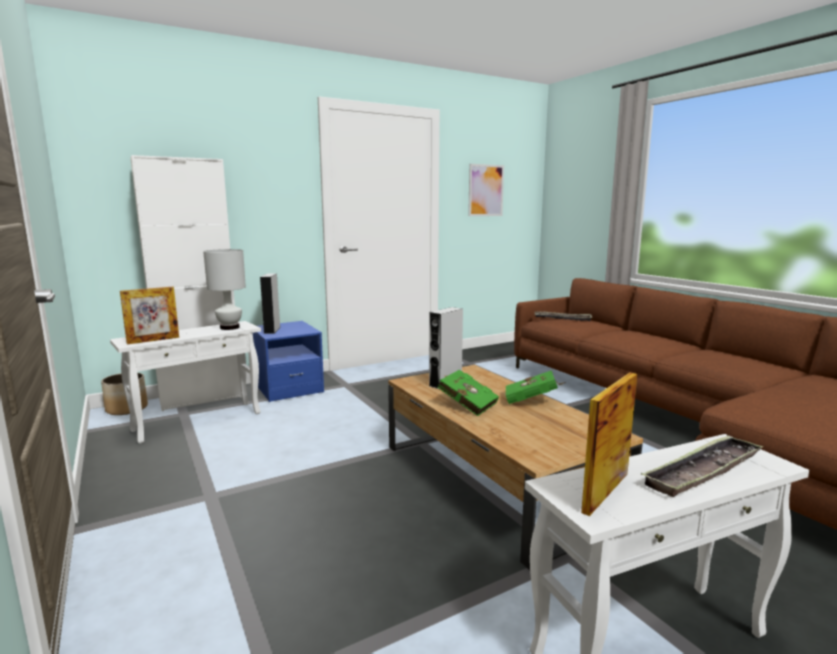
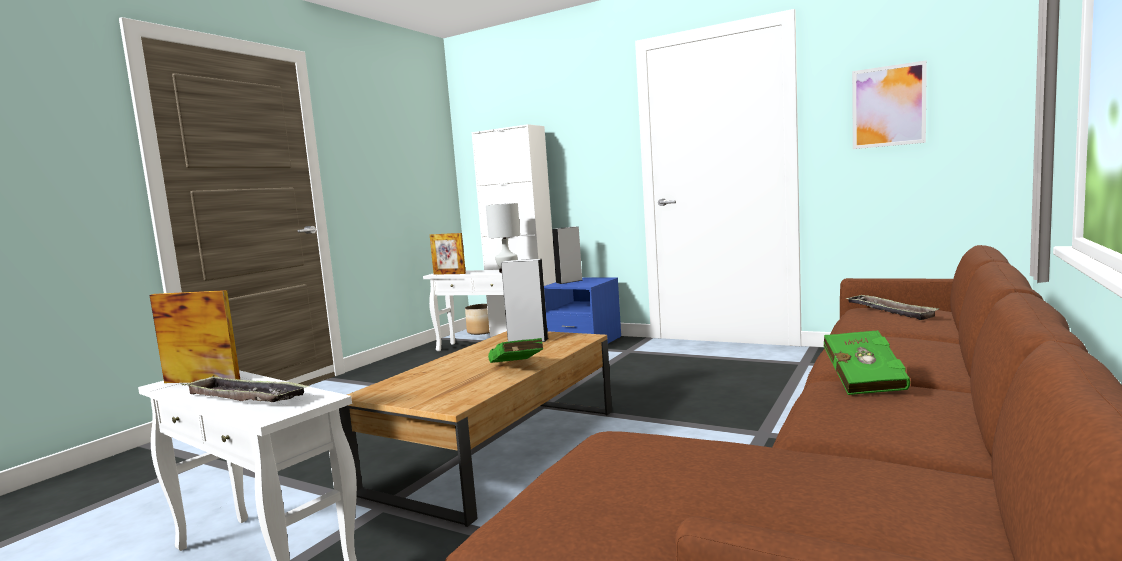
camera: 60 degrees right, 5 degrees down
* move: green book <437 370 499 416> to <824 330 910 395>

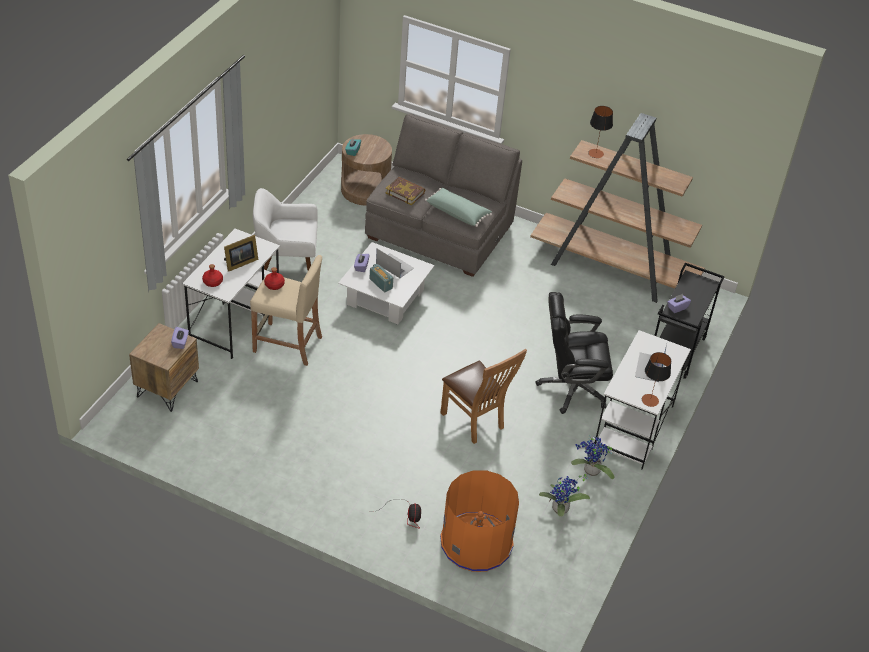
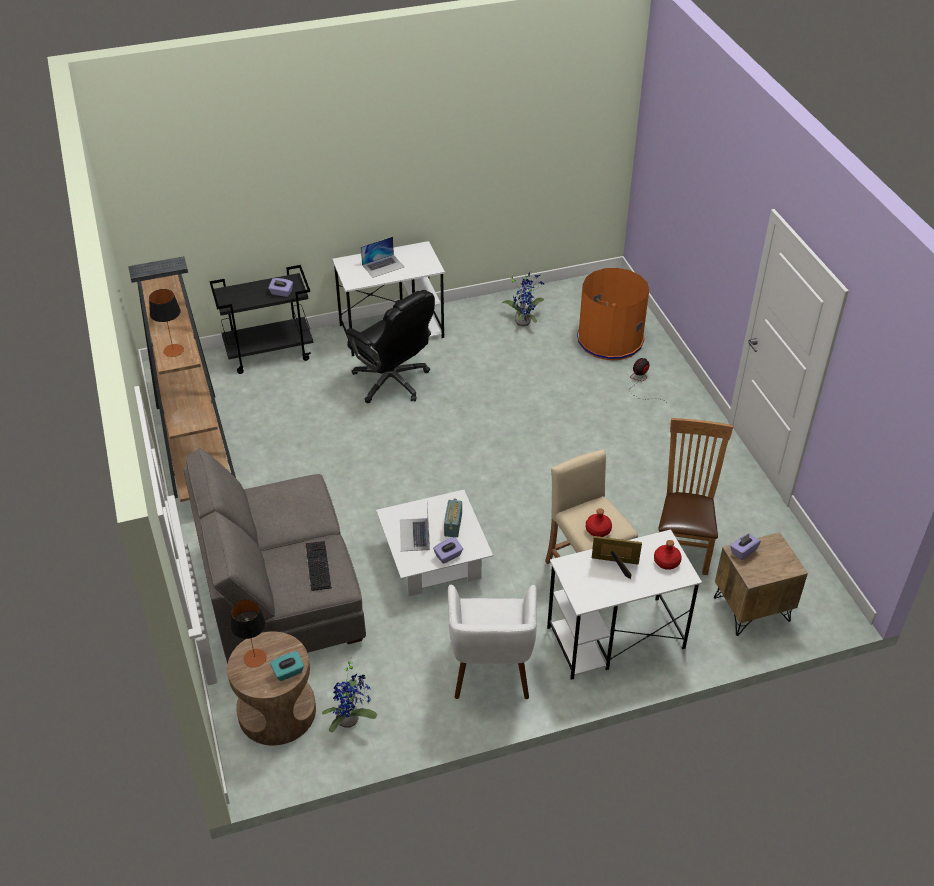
camera: 130 degrees left, 0 degrees up
* replace: book <386 177 425 205> to keyboard <305 541 332 591>
* rotate: white armchair <253 188 318 270> = <448 585 537 699> 45 degrees clockwise
* delete: green pillow <425 188 492 227>
* move: brown chair <441 349 527 444> to <658 418 733 575>
* move: table lamp <642 352 671 407> to <231 599 267 668>
* move: potted plant <571 436 615 479> to <322 661 377 732>

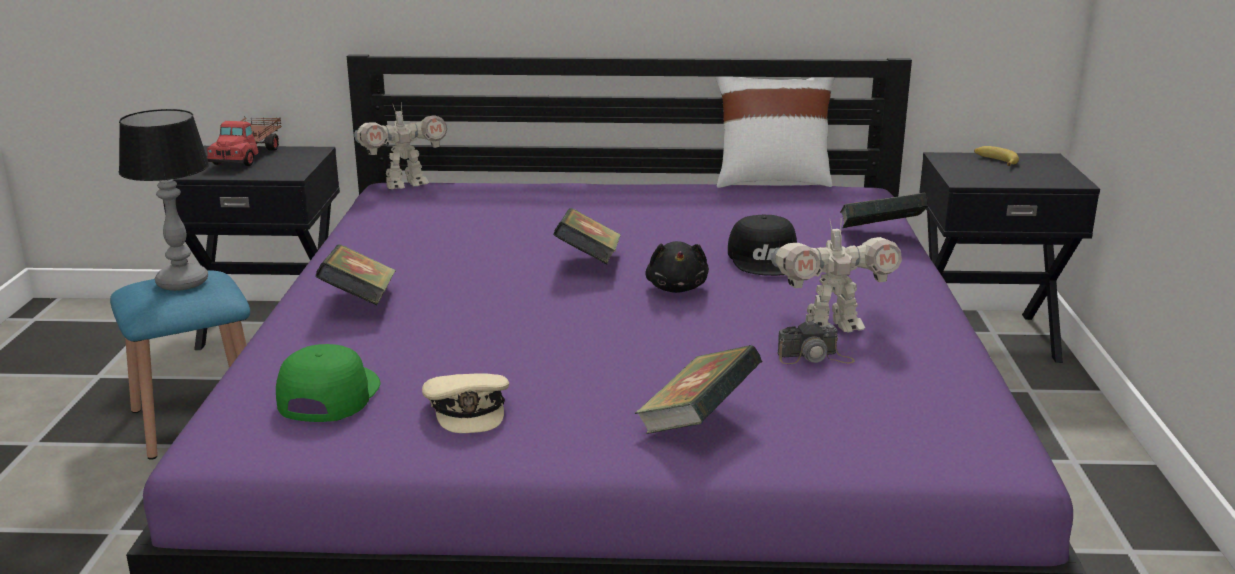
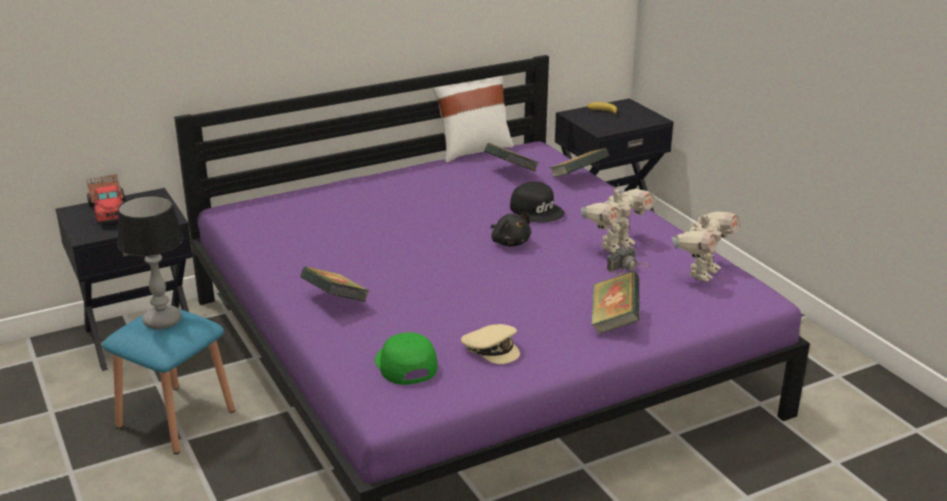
camera: 30 degrees left, 5 degrees up
* move: toy robot <354 102 447 189> to <671 208 739 282>
* move: book <553 208 621 264> to <484 143 539 171>

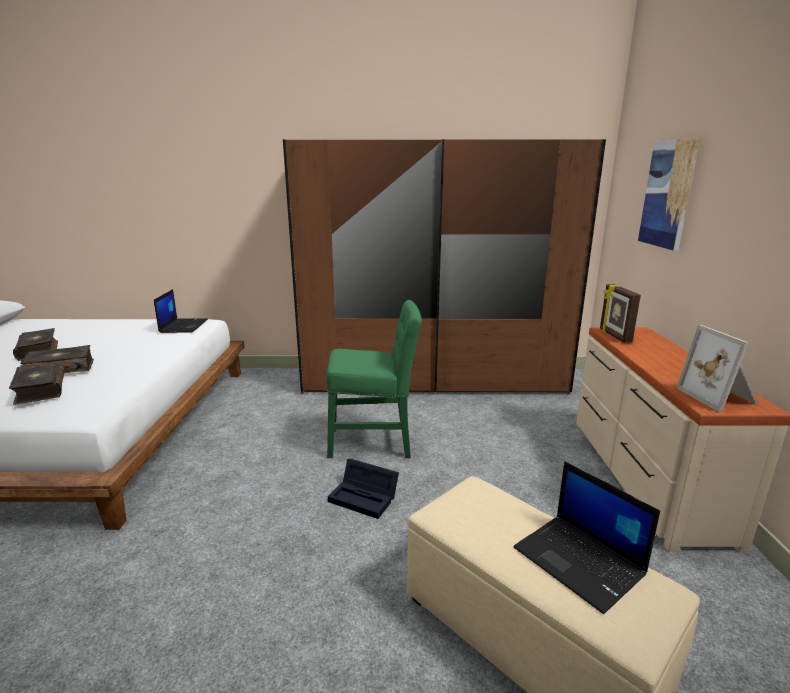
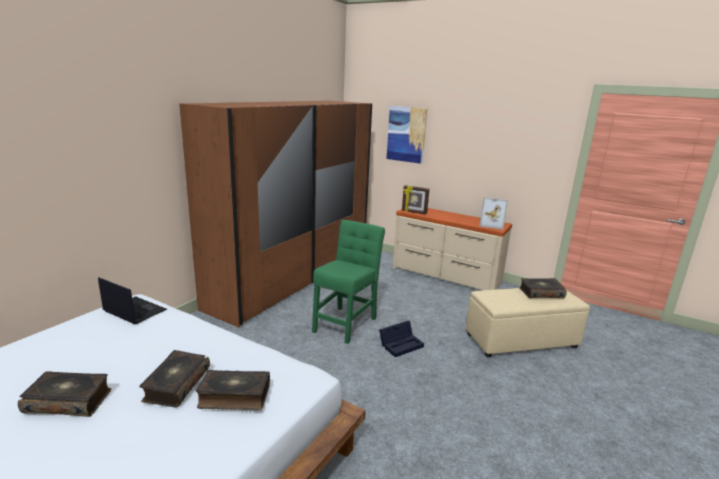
camera: 60 degrees left, 0 degrees up
* replace: laptop <513 461 660 614> to book <519 278 567 298>

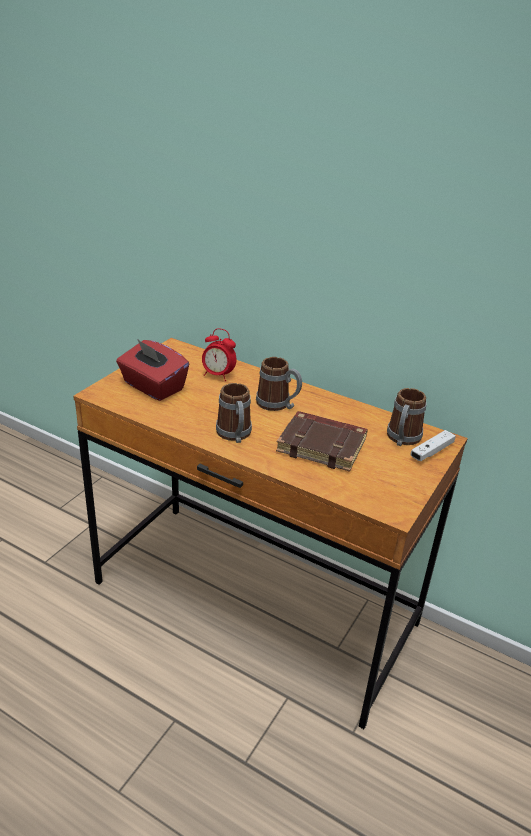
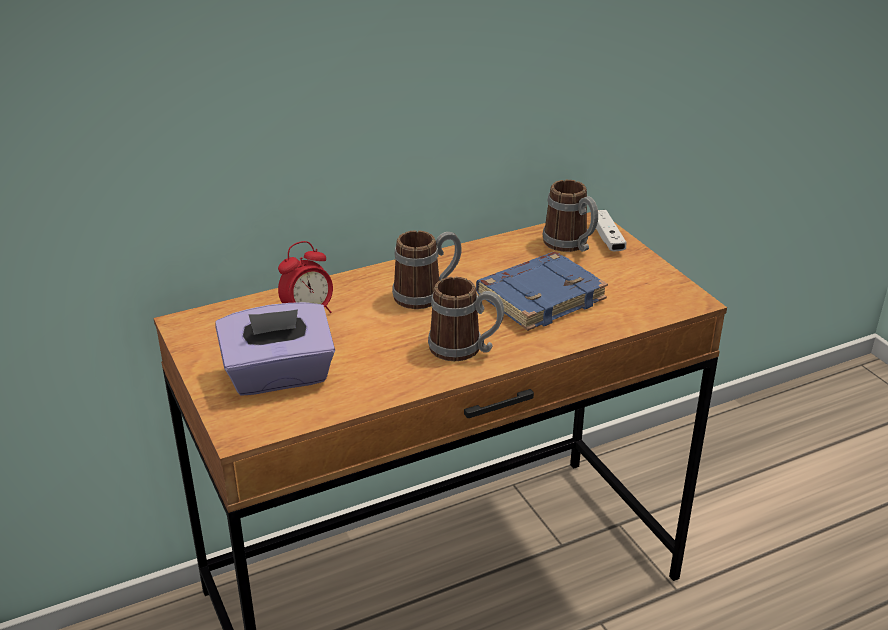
camera: 55 degrees left, 0 degrees up
* recolor: red tissue box <116 339 189 401> to purple tissue box <215 302 335 396>
* recolor: brown book <276 411 368 472> to blue book <476 252 608 331>

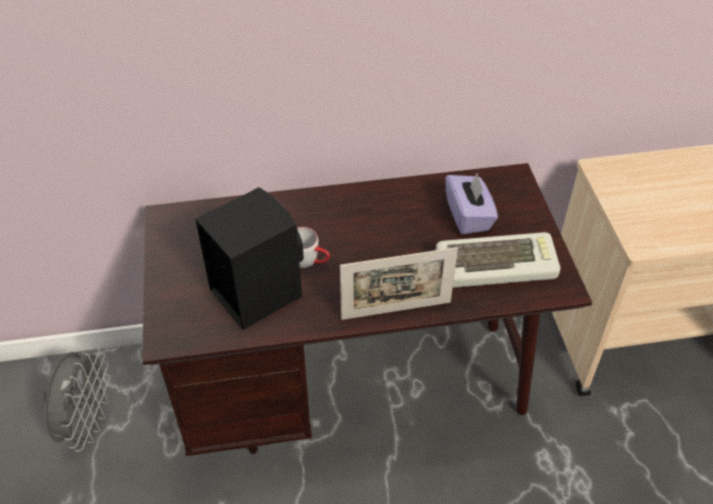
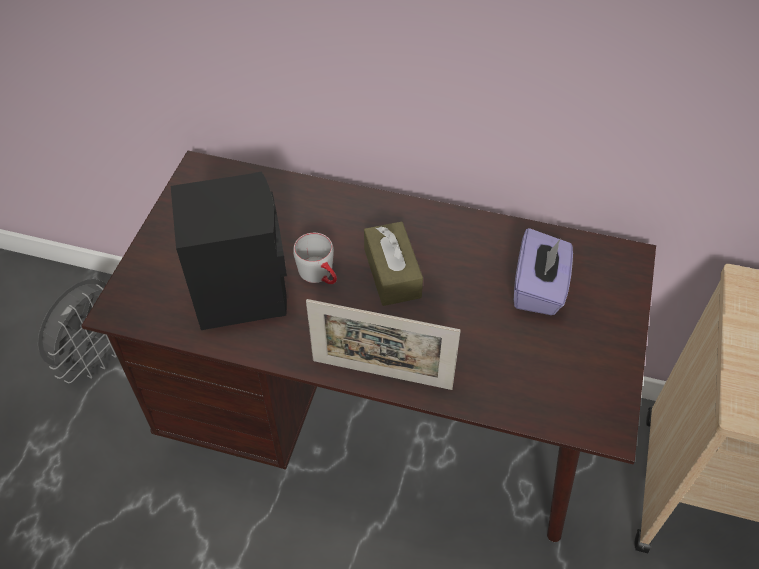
camera: 25 degrees right, 5 degrees up
* delete: keyboard <436 232 561 288>
* insert: brown tissue box <364 222 423 306>

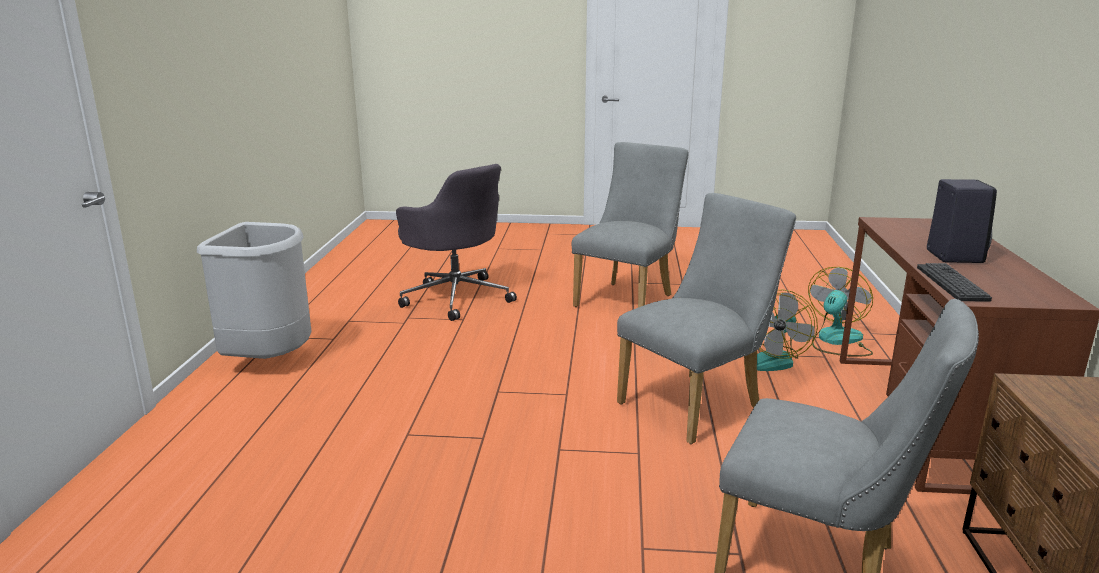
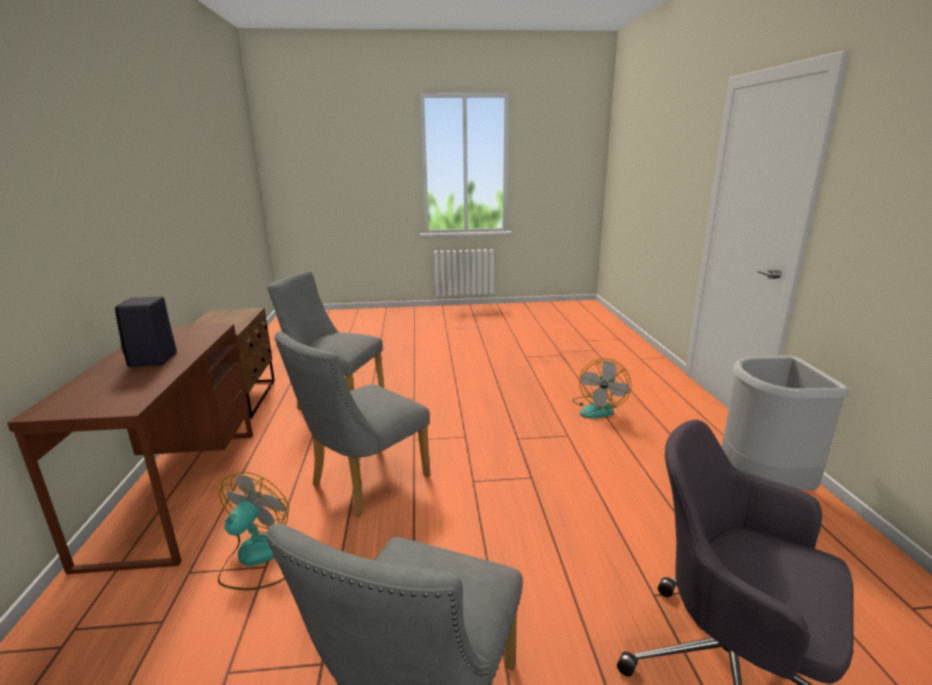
camera: 170 degrees right, 0 degrees up
* delete: keyboard <917 263 992 302>
* move: fan <808 267 873 357> to <573 358 631 418>

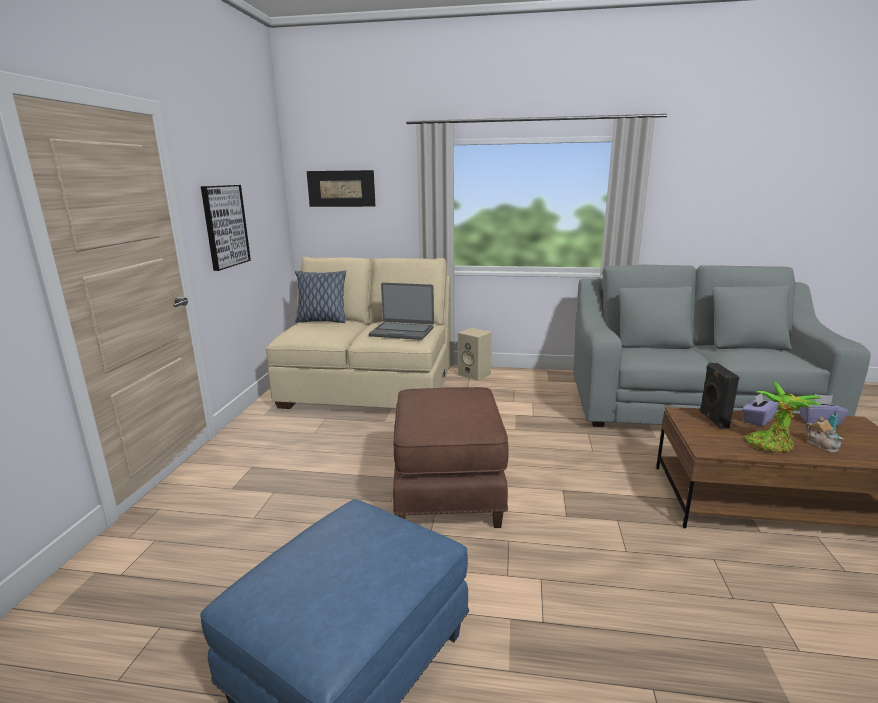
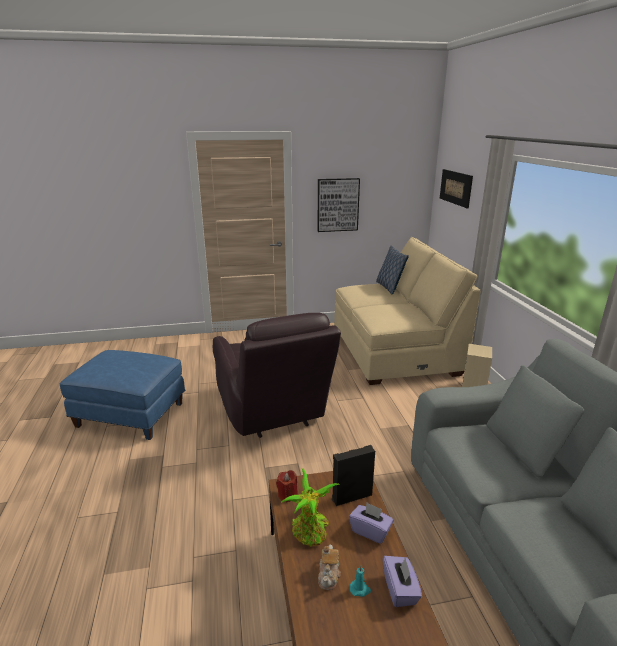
camera: 70 degrees right, 5 degrees up
* delete: laptop <369 283 434 340>
* replace: brown ottoman <393 387 509 528> to brown armchair <213 313 341 438>
* rotate: teapot <805 417 844 453> = <318 545 341 590> 45 degrees counterclockwise
* insert: red candle <276 470 298 503>

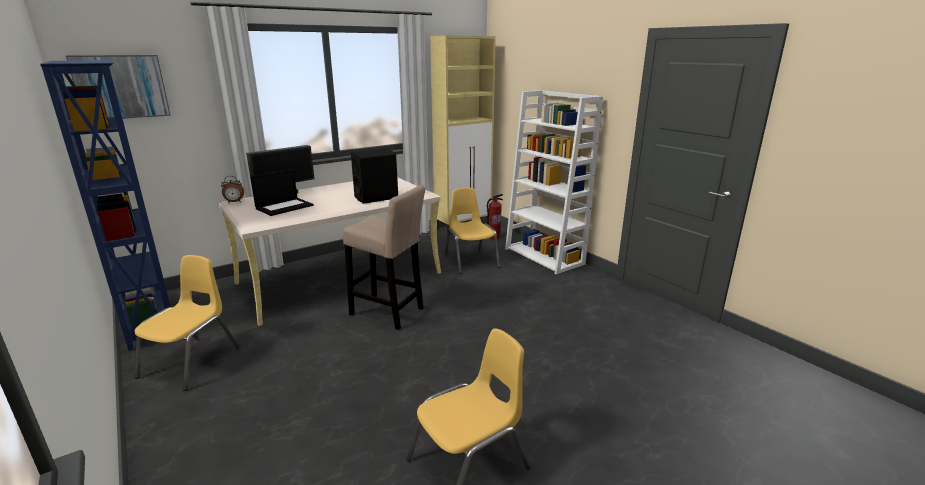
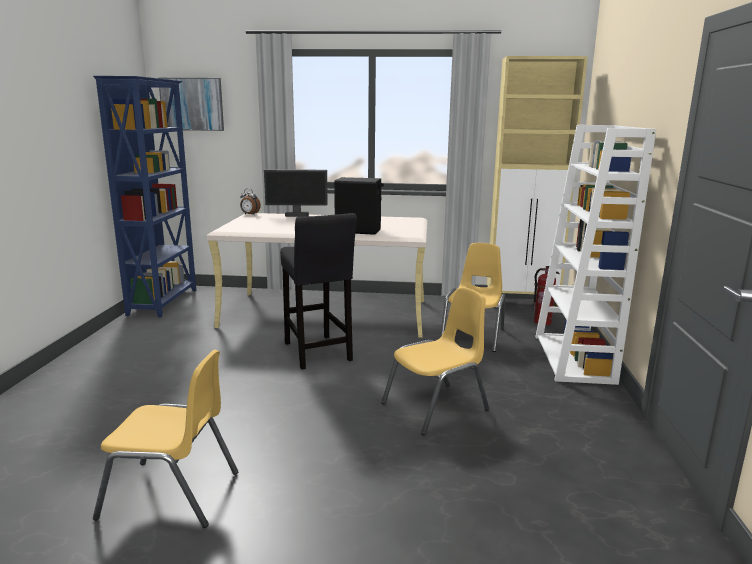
camera: 40 degrees right, 5 degrees down
* delete: laptop <250 169 314 216>
* recolor: beige stool <343 185 425 330> to black stool <280 213 357 369>
* move: yellow chair <134 255 240 391> to <381 287 489 435>

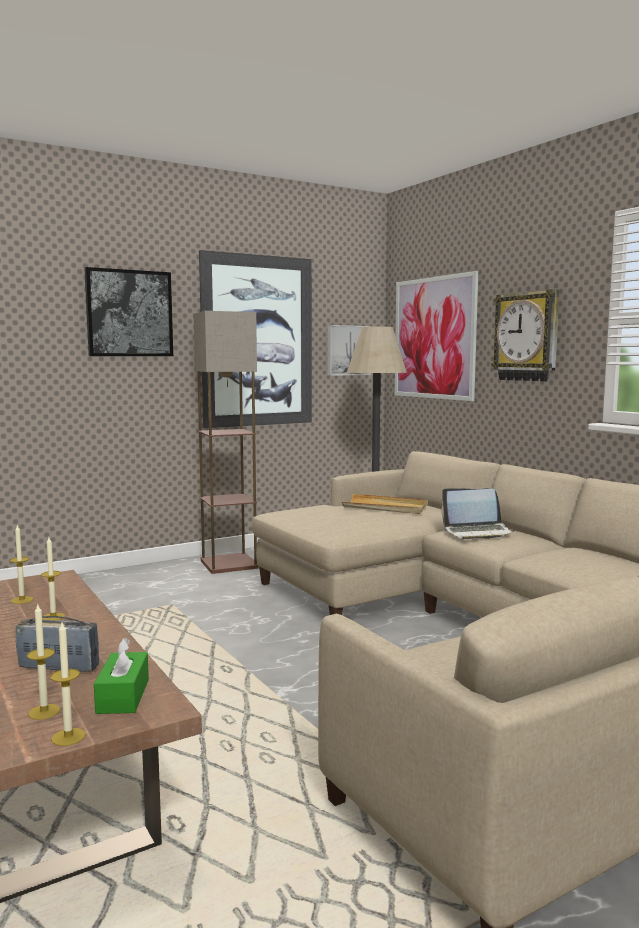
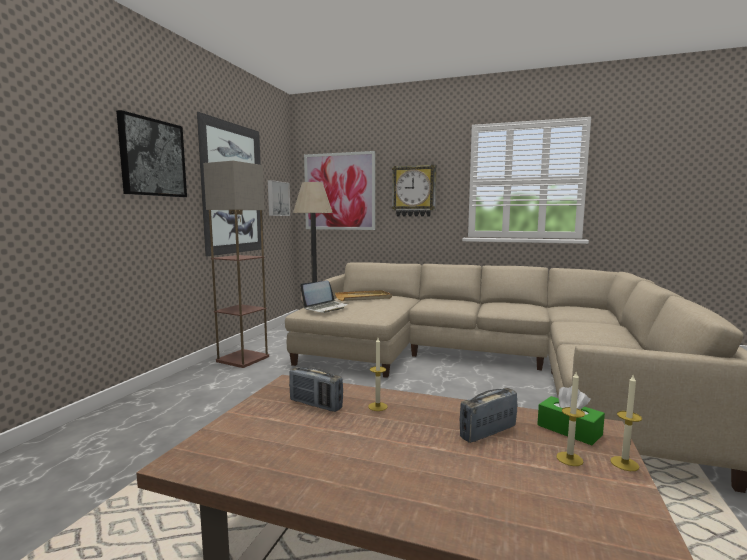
camera: 40 degrees left, 0 degrees up
* move: laptop <441 488 515 539> to <300 281 348 313>
* replace: candle <10 525 33 604> to radio <289 367 343 412>

